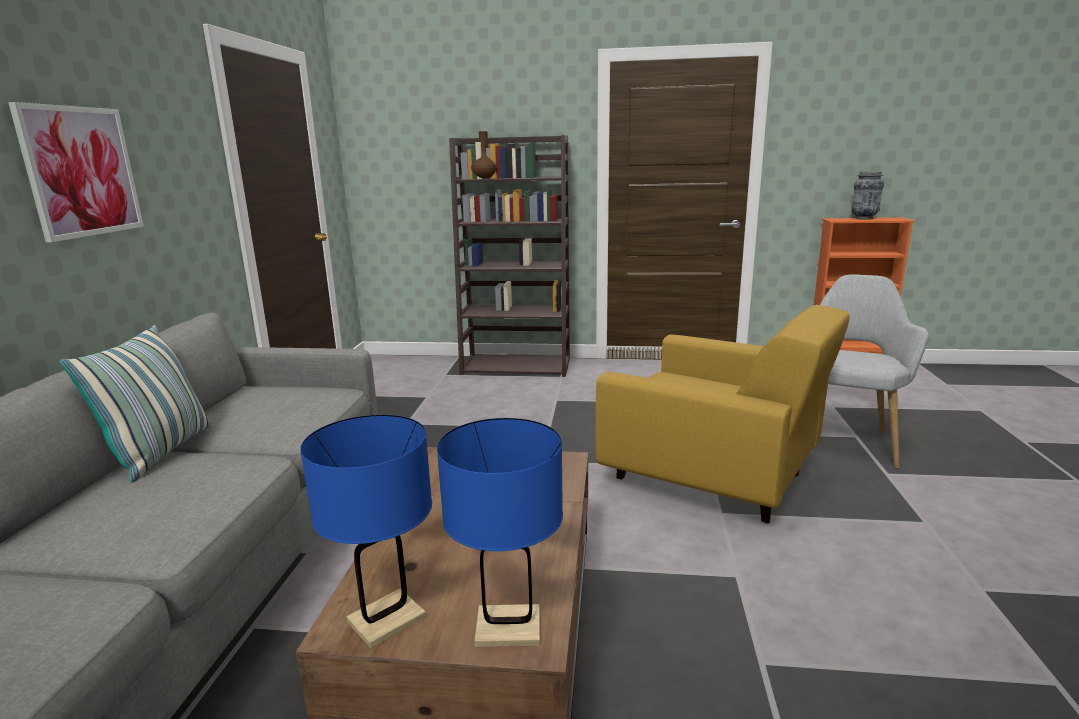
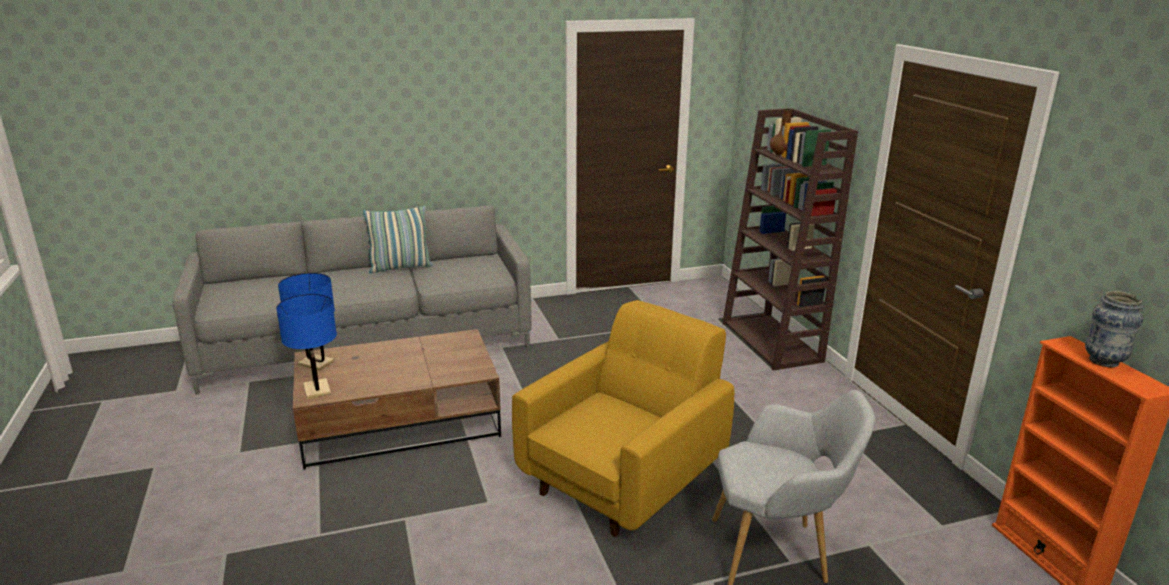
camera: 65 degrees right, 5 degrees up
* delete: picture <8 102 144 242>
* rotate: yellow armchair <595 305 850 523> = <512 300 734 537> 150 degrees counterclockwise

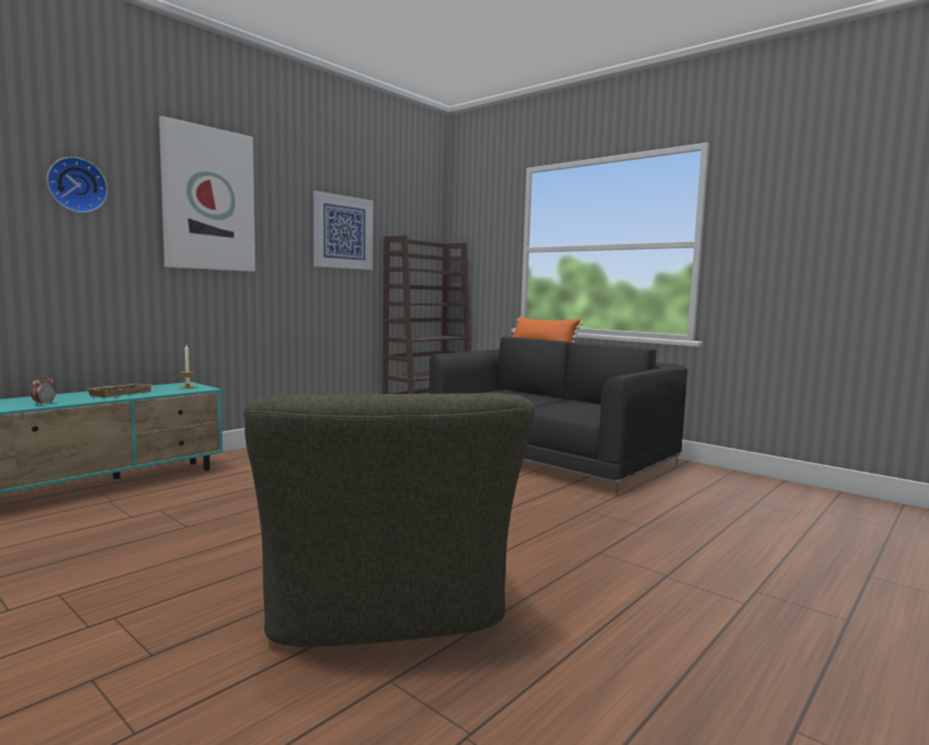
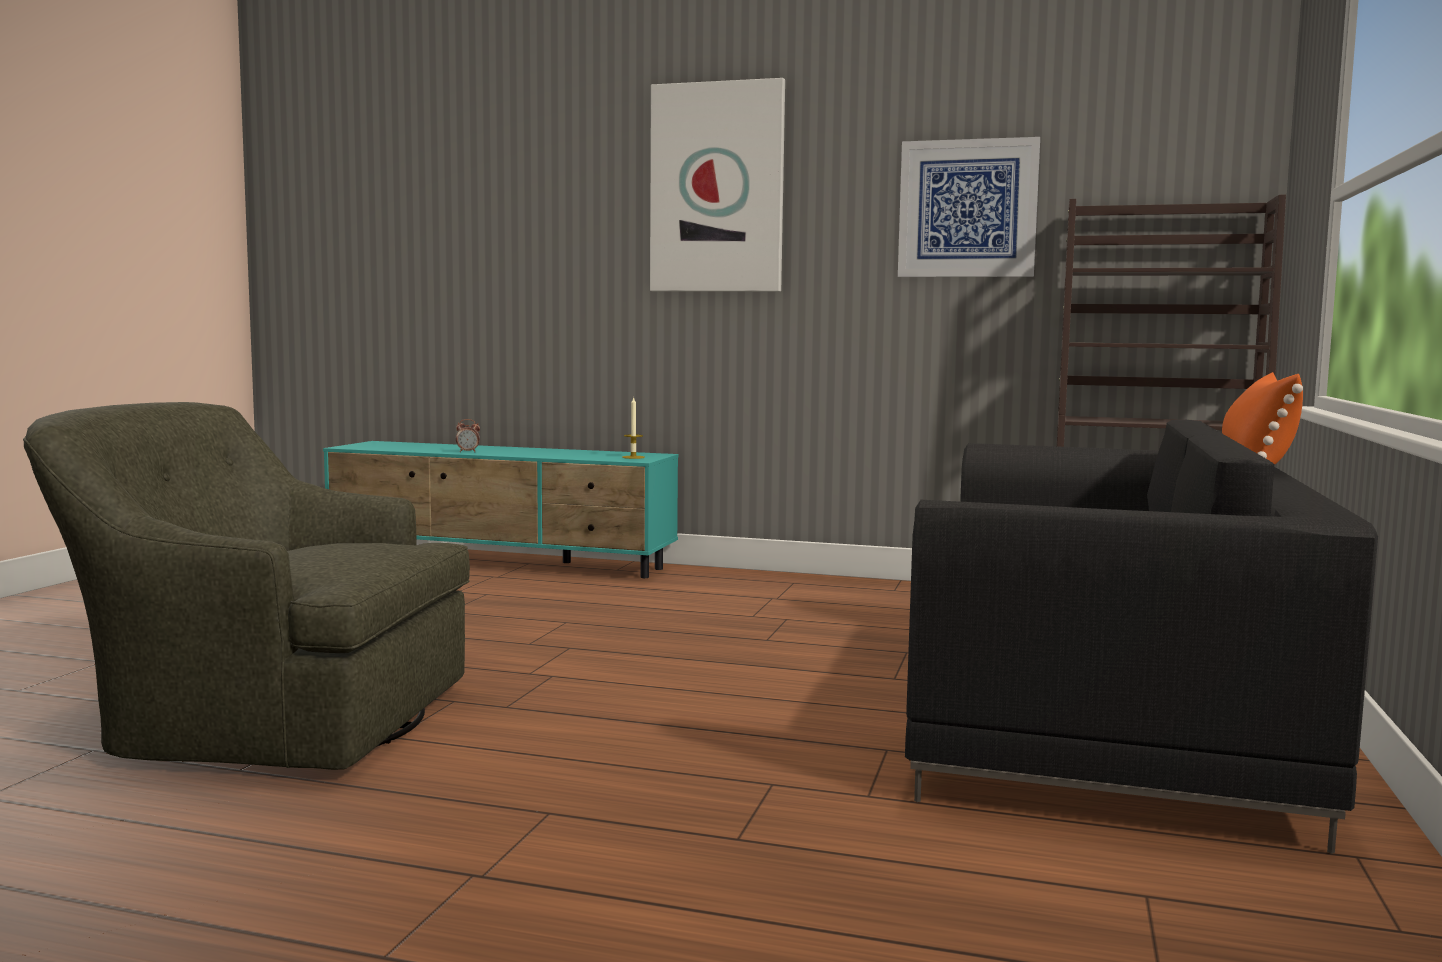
camera: 65 degrees right, 0 degrees up
* delete: wall clock <47 157 108 213>
* delete: beige tray <84 384 152 398>
* rotate: green armchair <244 393 535 647> = <23 402 470 770> 45 degrees clockwise

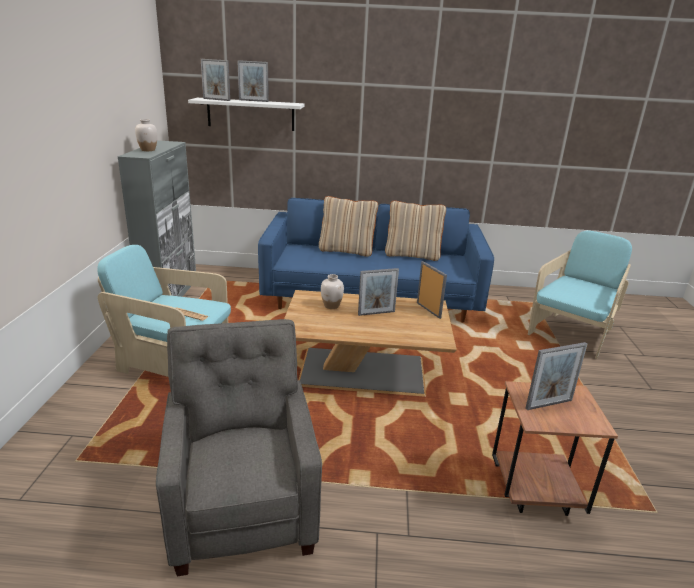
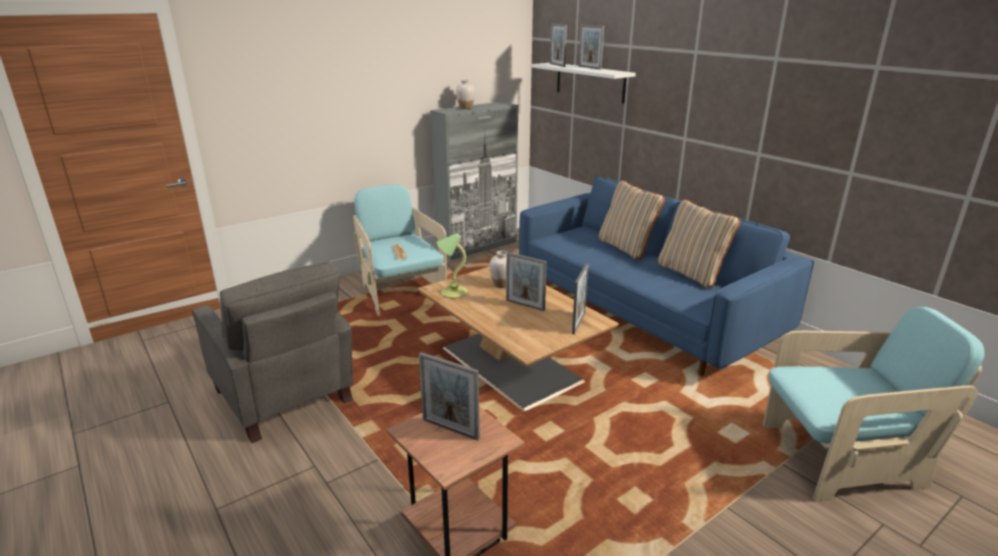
camera: 50 degrees right, 0 degrees up
* rotate: grey armchair <156 319 322 577> = <192 262 353 443> 105 degrees clockwise
* insert: table lamp <436 233 467 298>

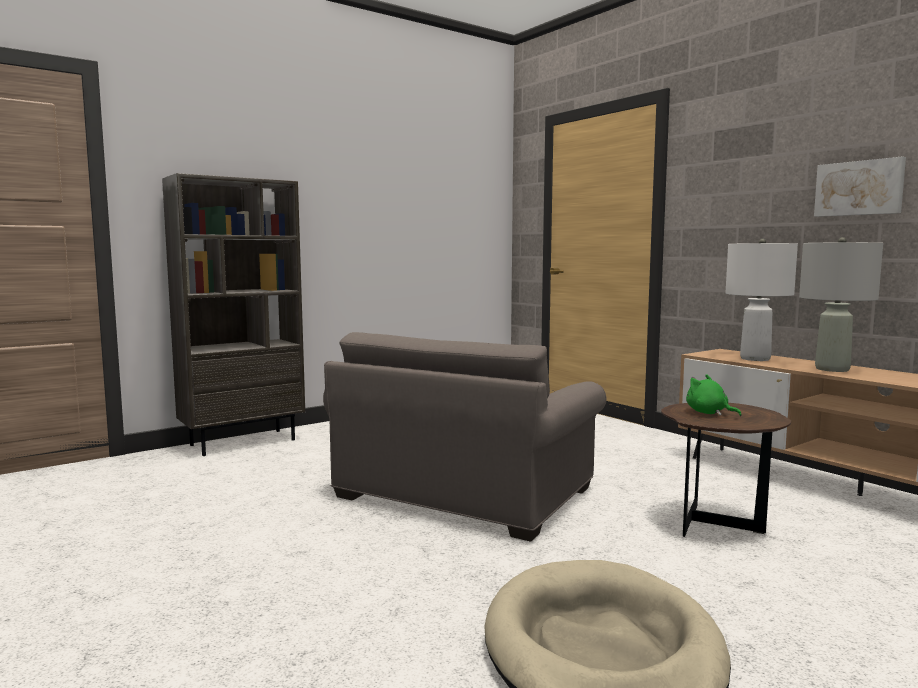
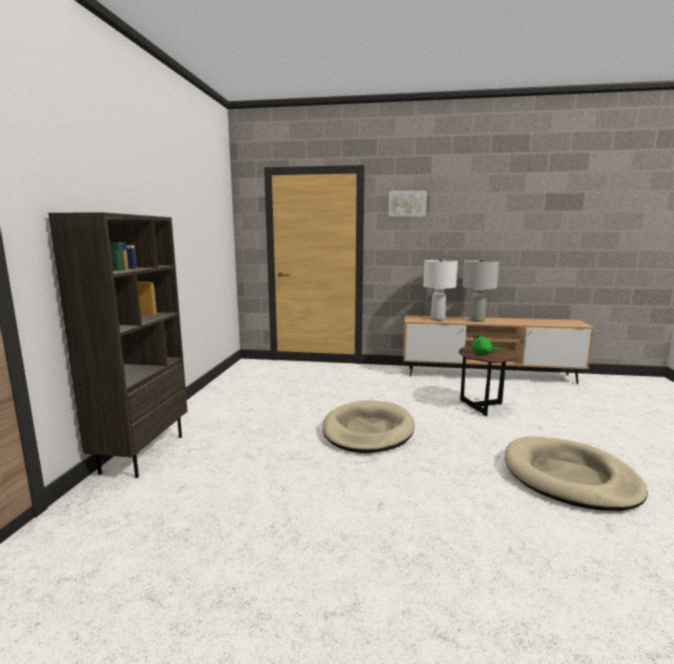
camera: 45 degrees left, 5 degrees up
* move: picture <814 156 906 217> to <388 190 427 217>
* replace: grey armchair <323 332 606 542> to beige dog bed <322 400 415 453>

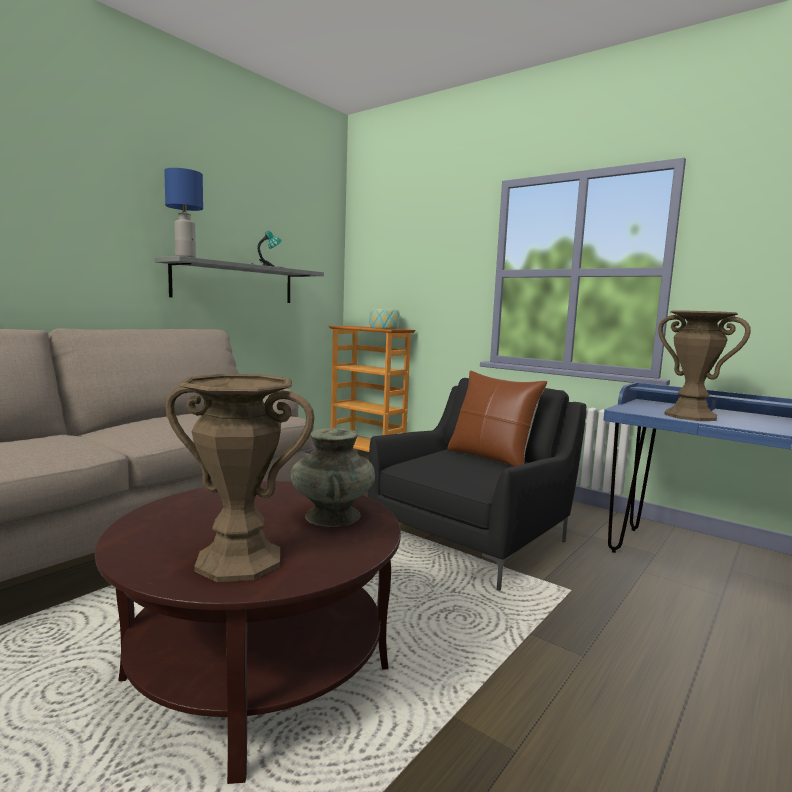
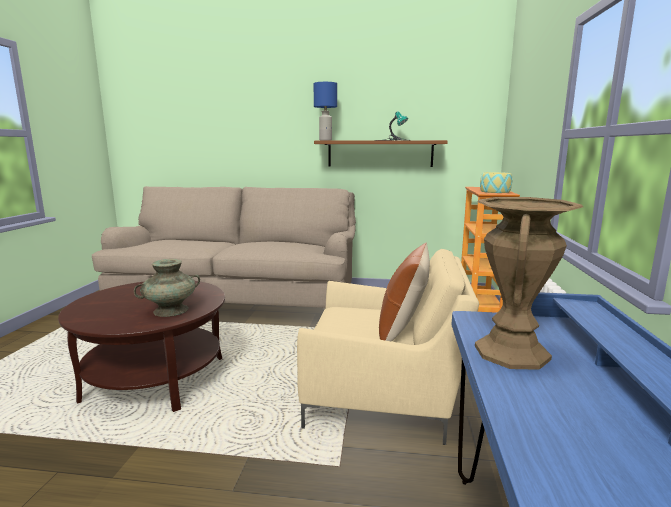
camera: 60 degrees right, 5 degrees up
* recolor: grey shelf <154 256 324 303> to brown shelf <314 140 448 167>
* delete: brown vase <165 374 315 582>
* recolor: black armchair <368 378 586 591> to beige armchair <297 249 479 445>

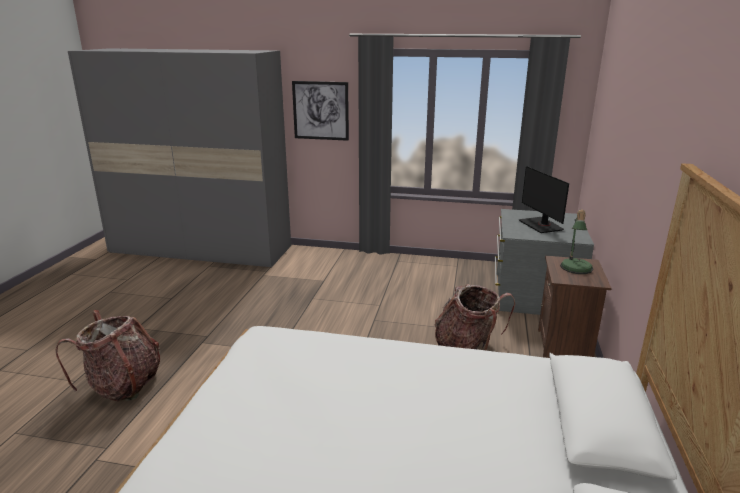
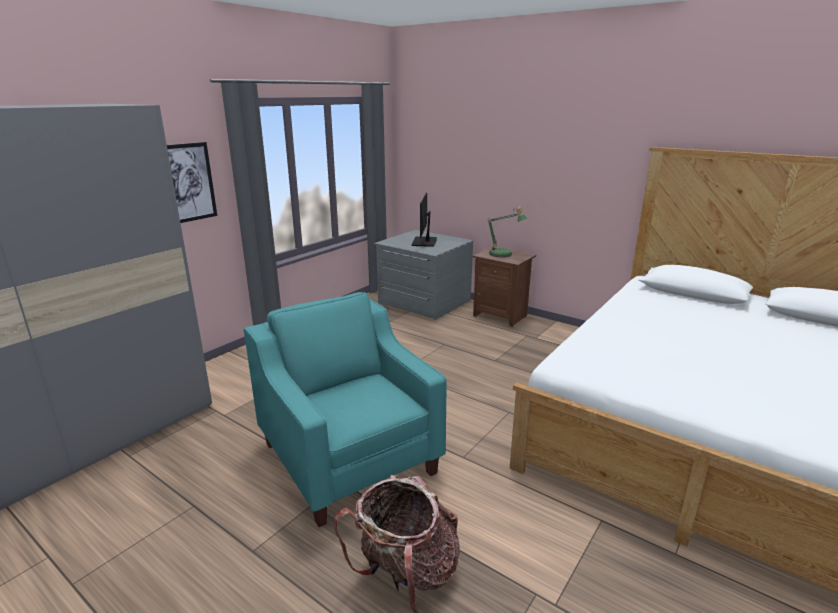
camera: 65 degrees left, 0 degrees up
* rotate: monitor <518 166 569 233> = <412 193 437 247> 90 degrees clockwise
* delete: backpack <435 284 515 350>
* insert: turquoise armchair <244 292 447 527>

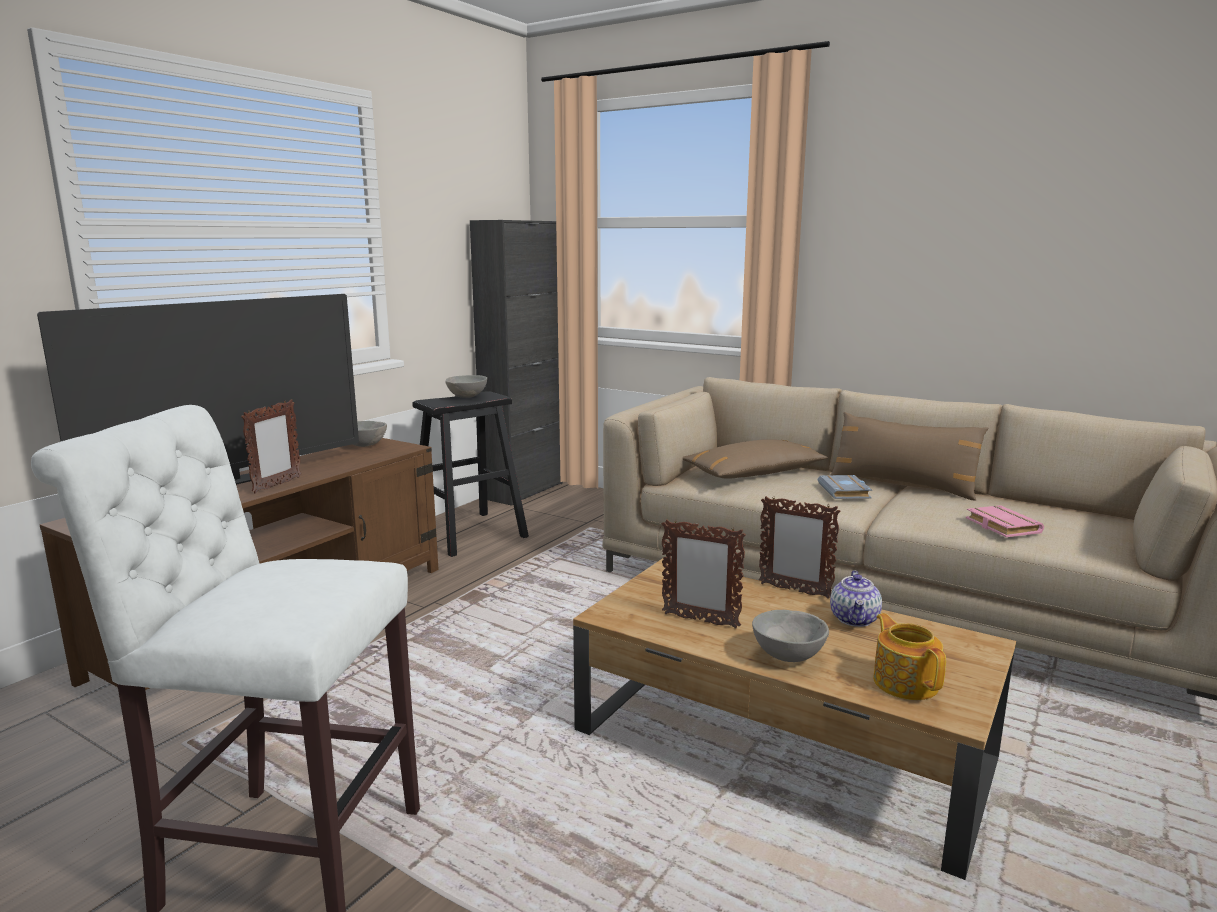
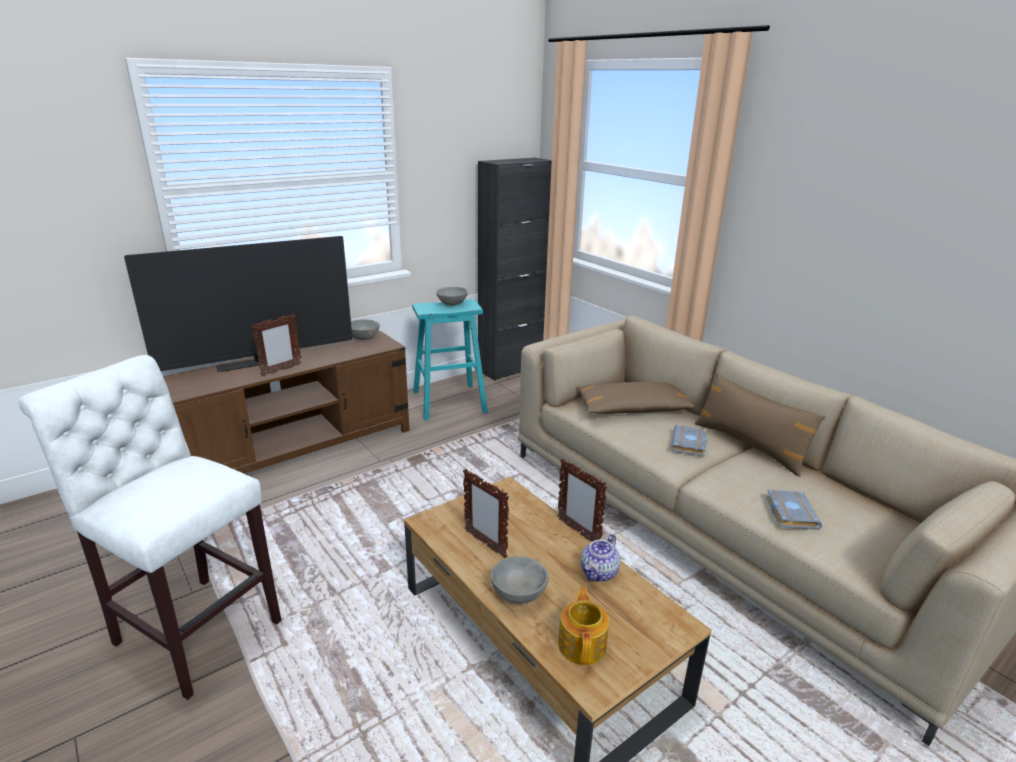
camera: 20 degrees right, 10 degrees up
* recolor: black stool <412 391 529 557> to turquoise stool <412 299 488 421>
* recolor: pink book <966 505 1044 537> to grey book <766 490 822 530>

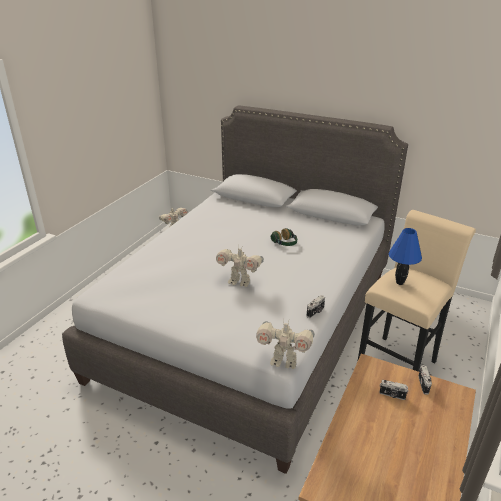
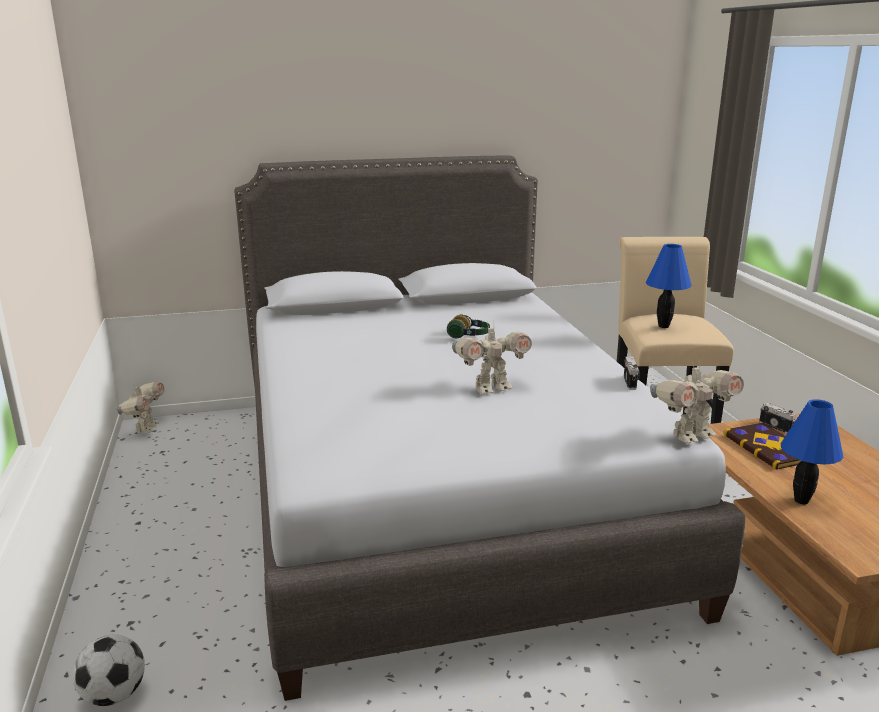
camera: 40 degrees left, 10 degrees down
* replace: photo camera <379 380 409 400> to book <723 422 801 470>
* insert: blue table lamp <781 399 843 504>
* insert: football <73 635 145 706>

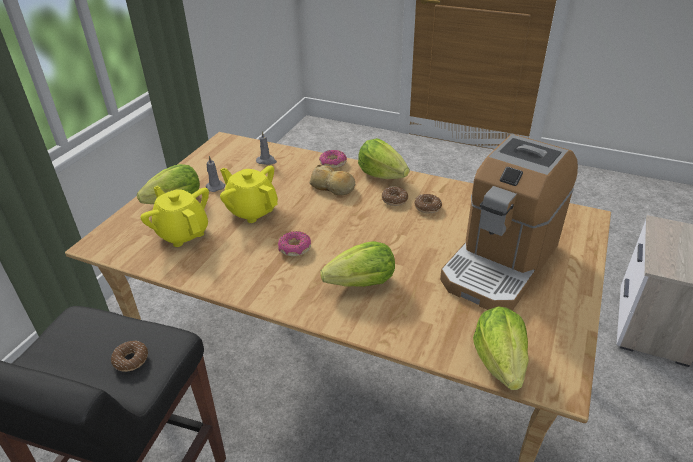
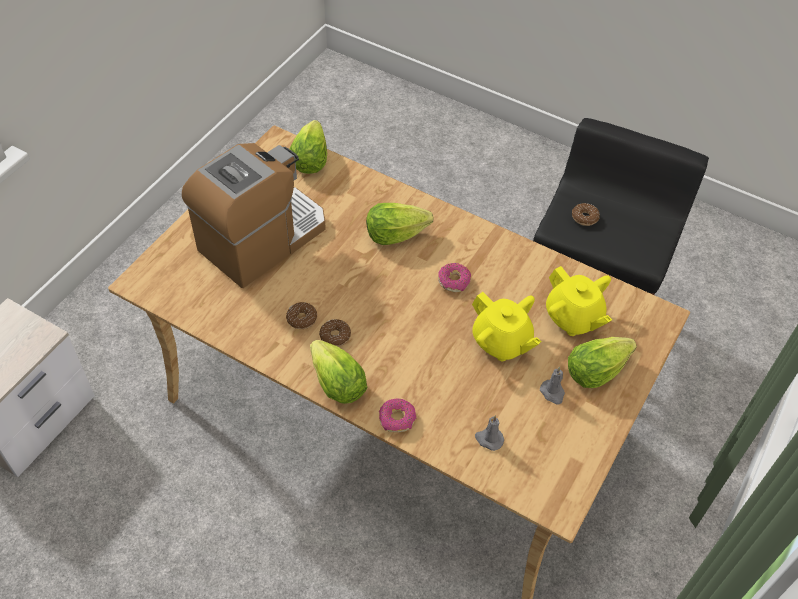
camera: 175 degrees left, 15 degrees up
* delete: bread <309 165 355 196>

